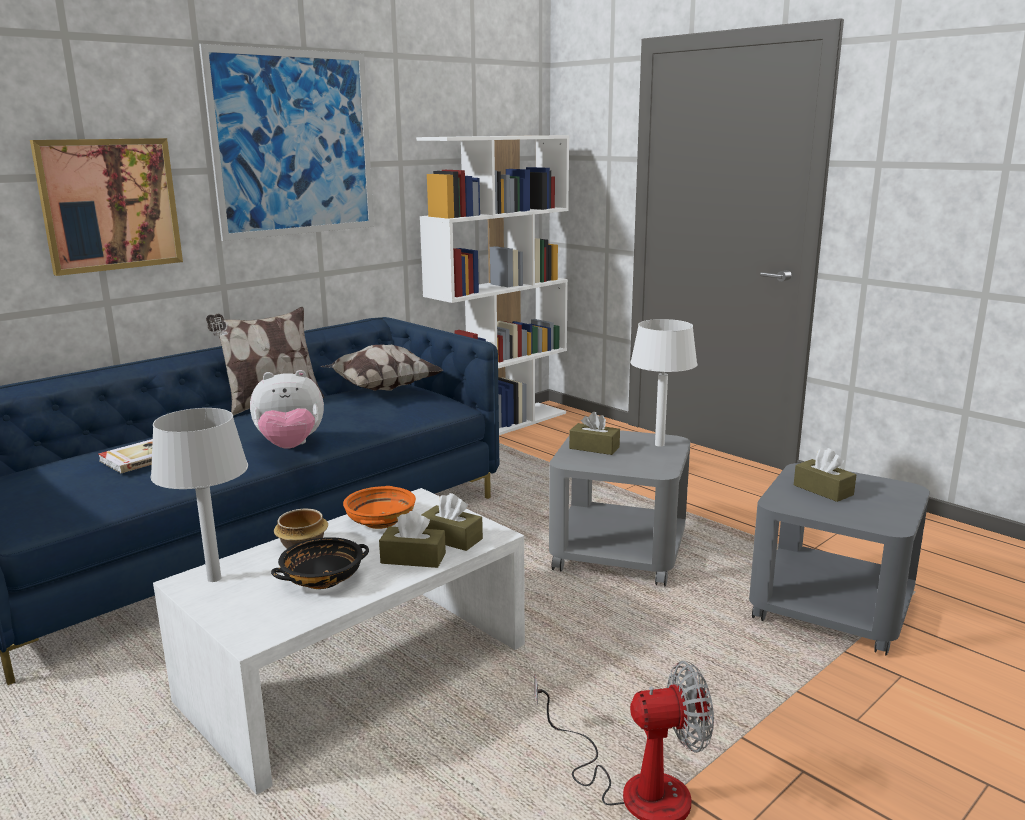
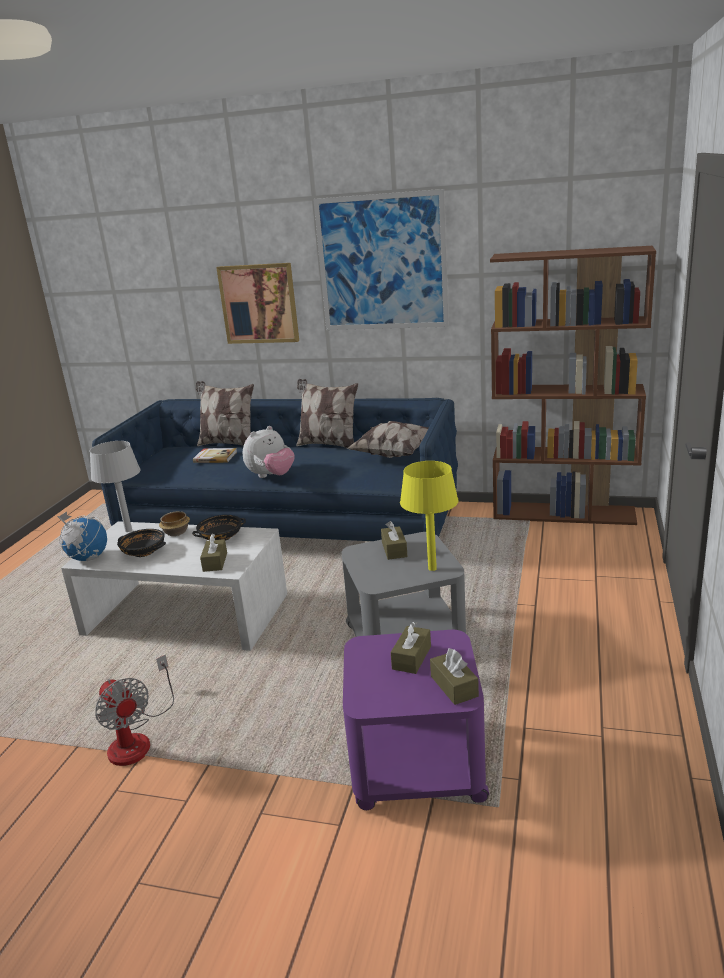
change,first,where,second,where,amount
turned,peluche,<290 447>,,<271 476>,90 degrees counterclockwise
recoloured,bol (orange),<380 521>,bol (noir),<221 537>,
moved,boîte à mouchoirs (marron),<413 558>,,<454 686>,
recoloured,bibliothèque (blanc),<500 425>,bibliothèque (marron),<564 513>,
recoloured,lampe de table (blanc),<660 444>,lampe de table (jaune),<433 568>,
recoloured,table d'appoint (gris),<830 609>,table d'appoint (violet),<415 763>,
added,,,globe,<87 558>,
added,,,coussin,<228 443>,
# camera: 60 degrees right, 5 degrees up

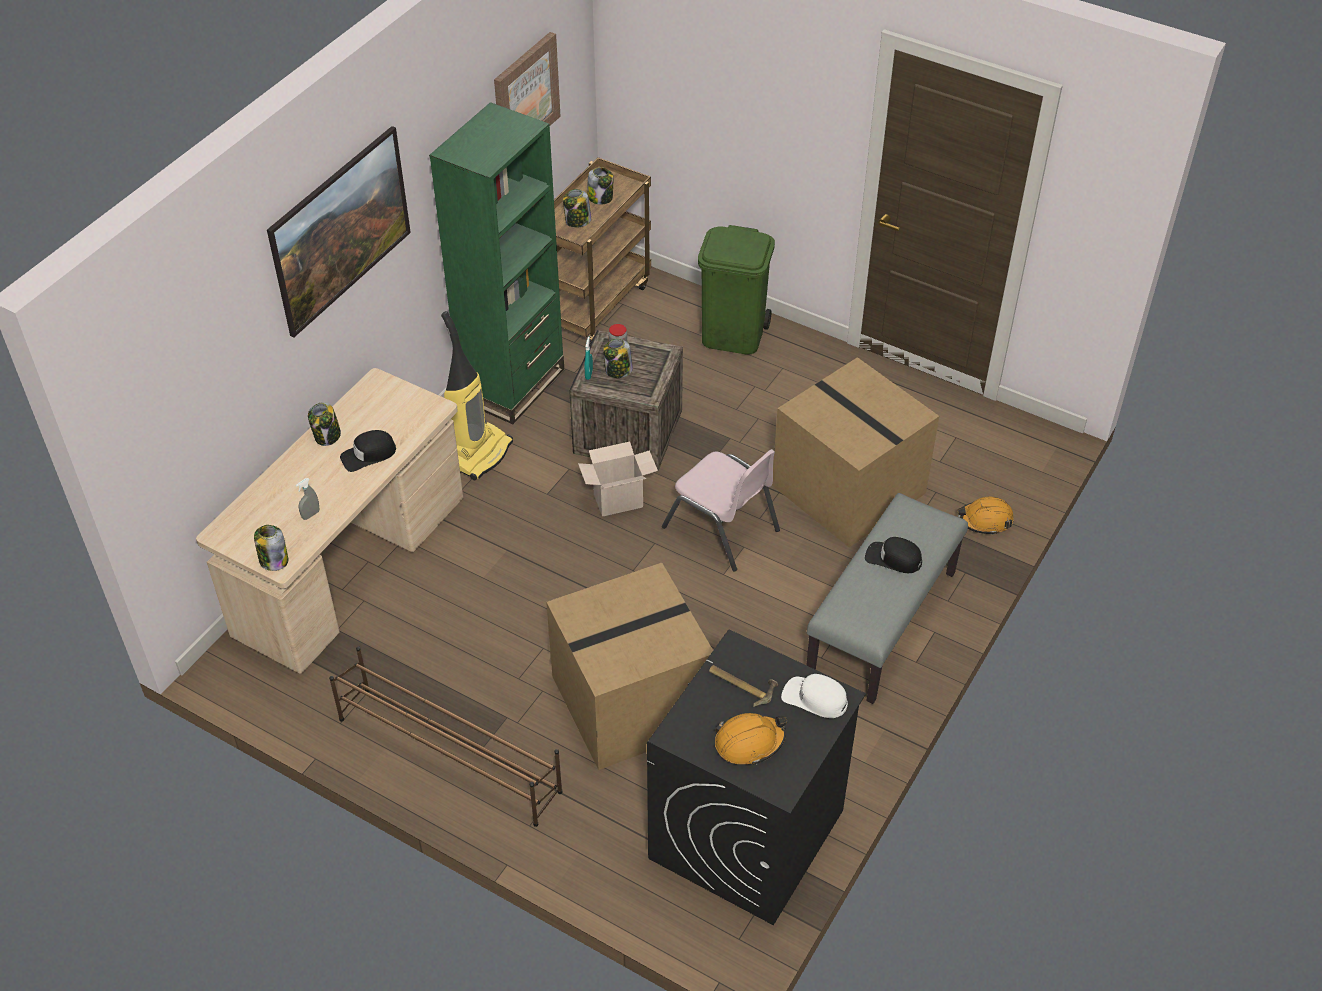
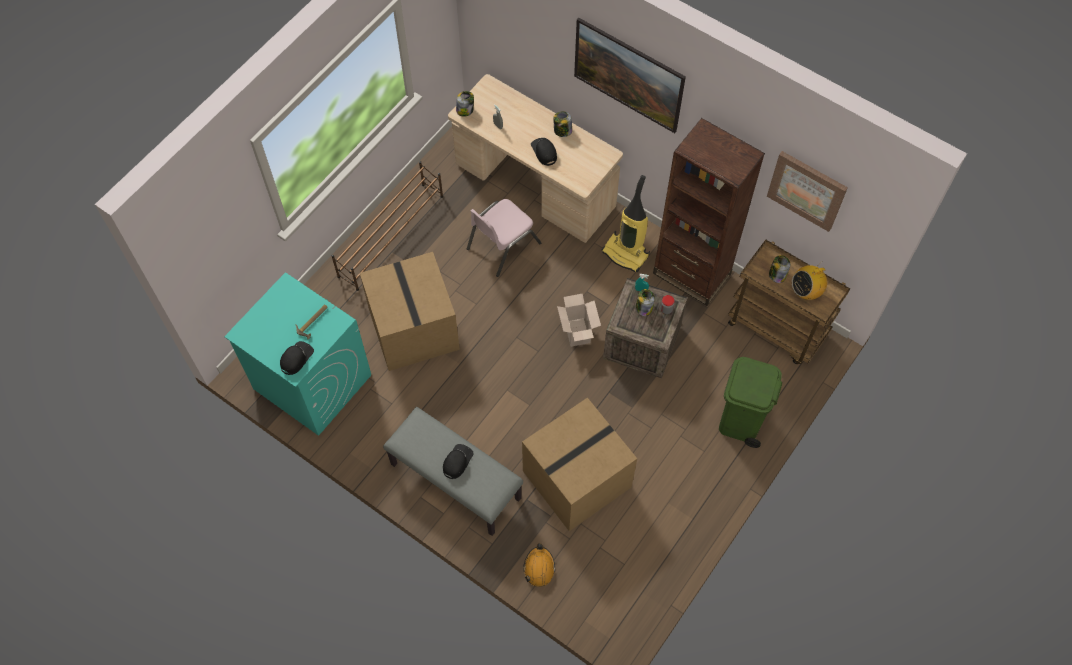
change,first,where,second,where,amount
recoloured,bibliothèque (vert),<513 385>,bibliothèque (marron),<691 274>,
replaced,bocal,<600 198>,radio,<806 291>,
recoloured,lave-linge (noir),<746 835>,lave-linge (turquoise),<311 382>,
moved,chaise (rose),<721 529>,,<502 245>,
removed,casque de chantier (orange),<749 742>,,,
recoloured,casquette (blanc),<814 699>,casquette (noir),<296 358>,
# camera: 95 degrees right, 15 degrees up

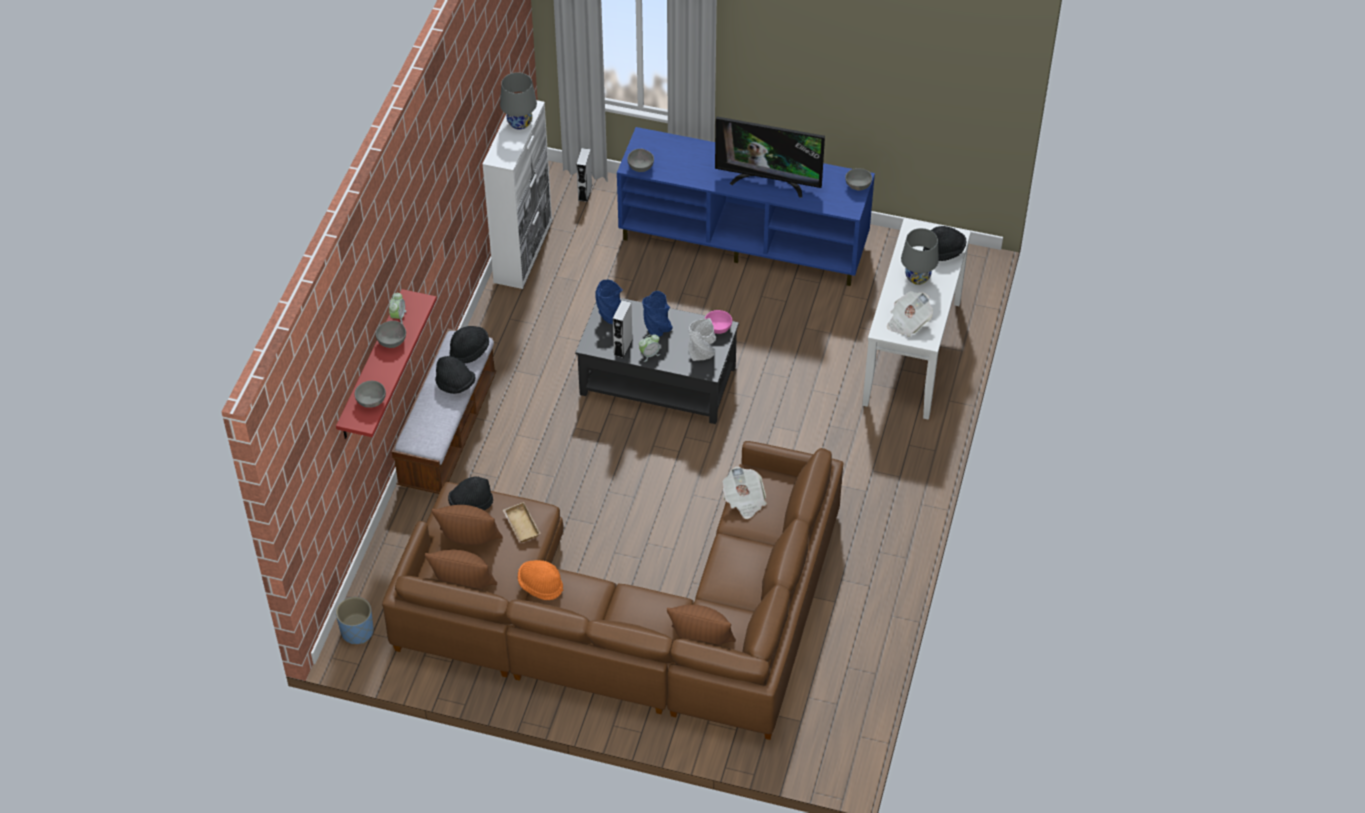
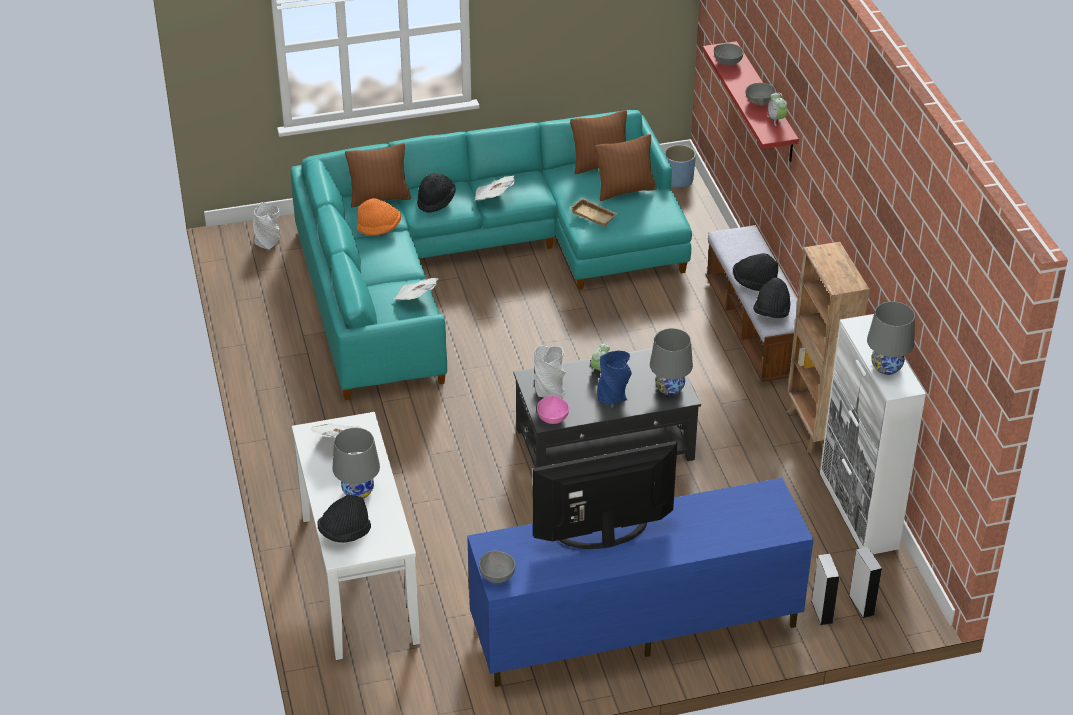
change,first,where,second,where,amount
recoloured,canapé (marron),<629 616>,canapé (turquoise),<473 263>,
moved,chapeau (noir),<471 504>,,<436 201>,
moved,chapeau (orange),<540 585>,,<379 228>,
replaced,vase (bleu),<610 315>,lampe de table (gris),<669 388>,
moved,enceinte (gris),<623 347>,,<822 612>,
removed,bol (gris),<641 166>,,,
added,,,vase (gris),<268 242>,
added,,,journal,<493 197>,
added,,,bibliothèque (marron),<815 429>,
# camera: 150 degrees right, 10 degrees down

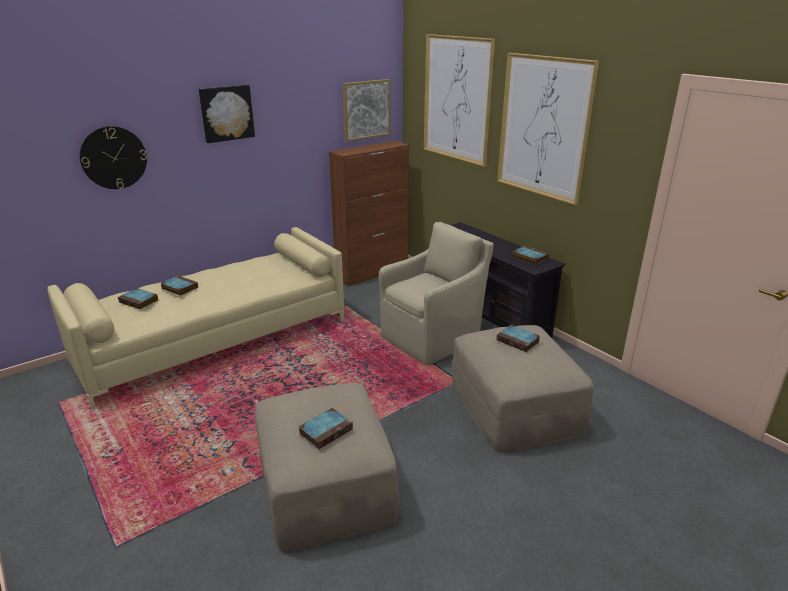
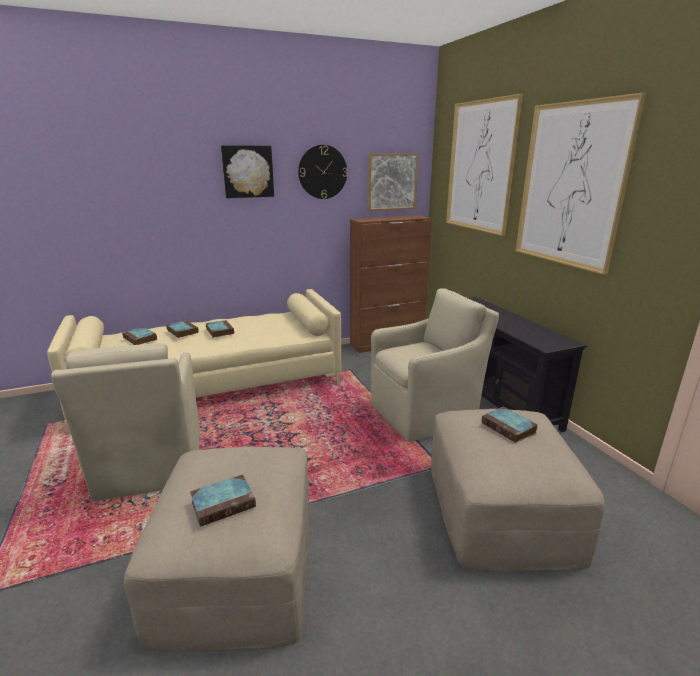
change,first,where,second,where,amount
moved,horloge murale,<113 157>,,<322 172>,
moved,livre,<529 257>,,<219 331>,
added,,,fauteuil (beige),<150 466>,
# camera: 15 degrees right, 5 degrees down

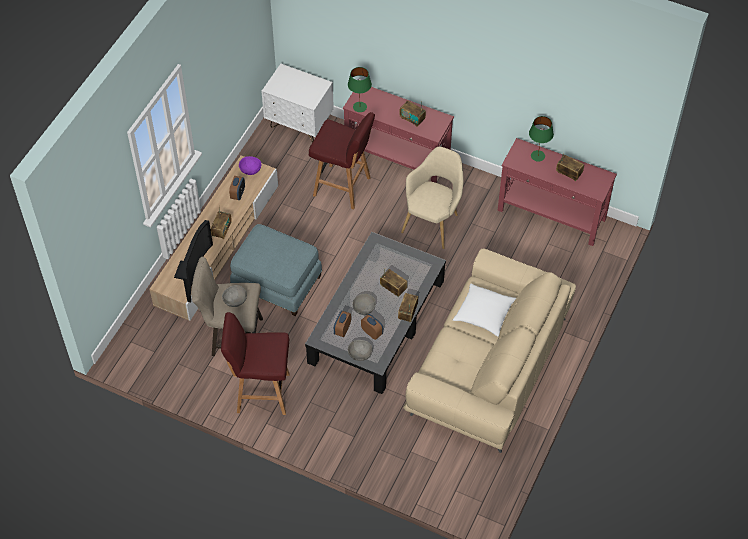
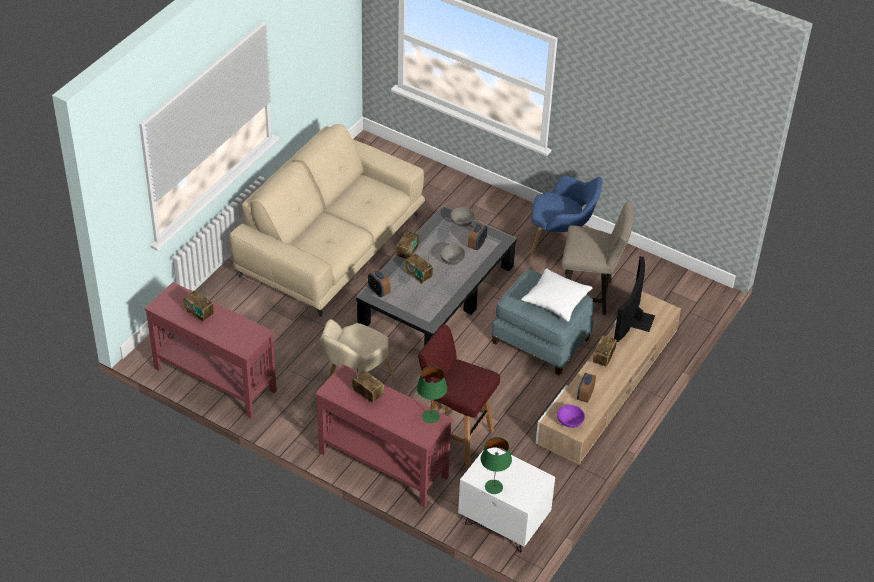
change,first,where,second,where,amount
replaced,tabouret (rouge),<261 392>,fauteuil (bleu),<560 246>,
removed,bol (gris),<235 301>,,,
moved,réveil,<372 332>,,<379 291>,
moved,coussin (blanc),<483 314>,,<556 301>,
moved,lampe de table (vert),<538 156>,,<493 486>,
# camera: 175 degrees left, 10 degrees down

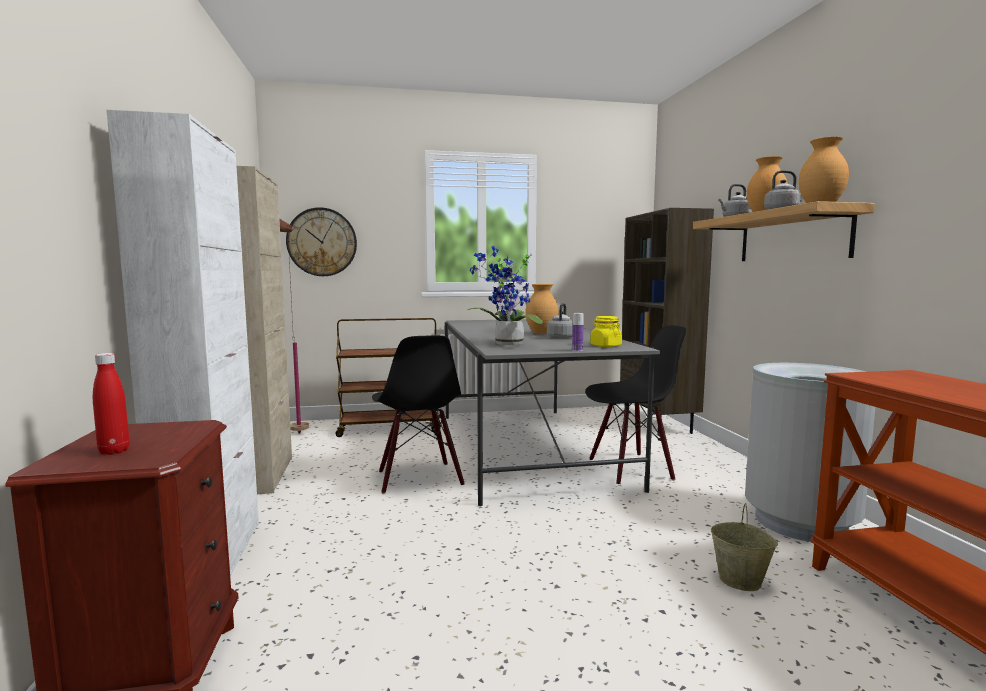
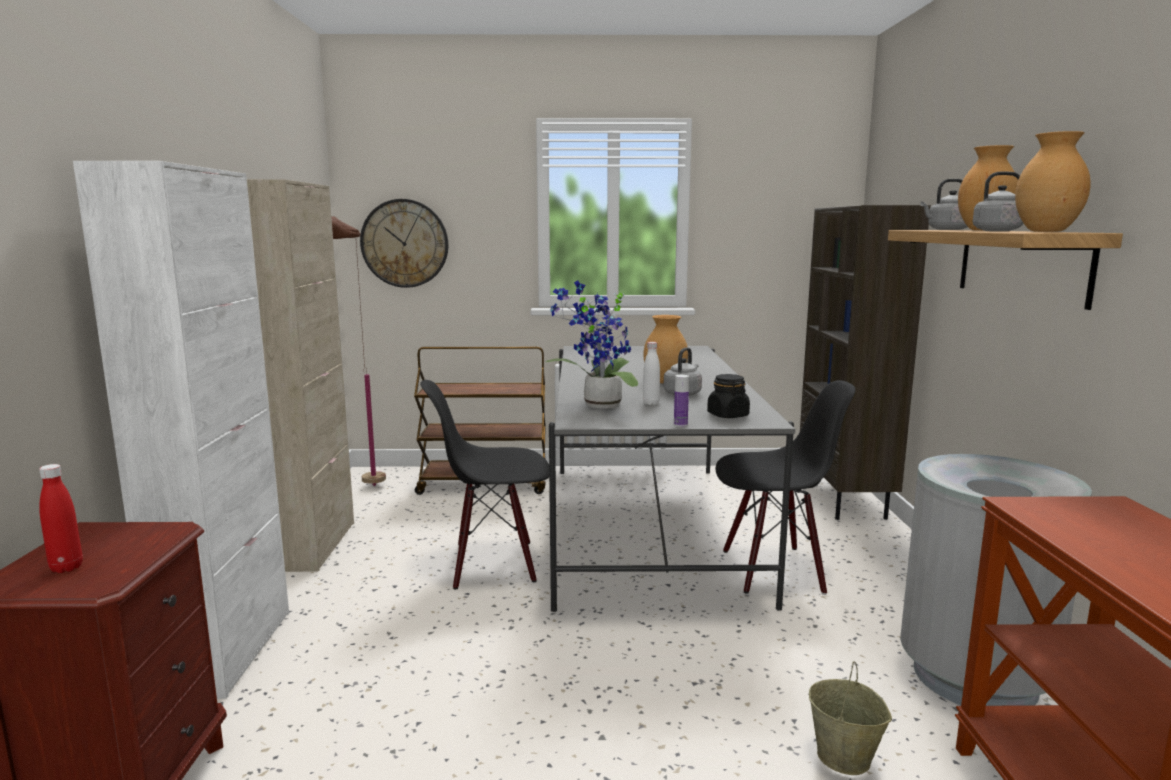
change,first,where,second,where,amount
turned,chaise (noir),<418 478>,,<493 563>,90 degrees clockwise
recoloured,bocal (jaune),<605 346>,bocal (noir),<727 415>,
added,,,bouteille (blanc),<651 403>,
# camera: 10 degrees right, 5 degrees up

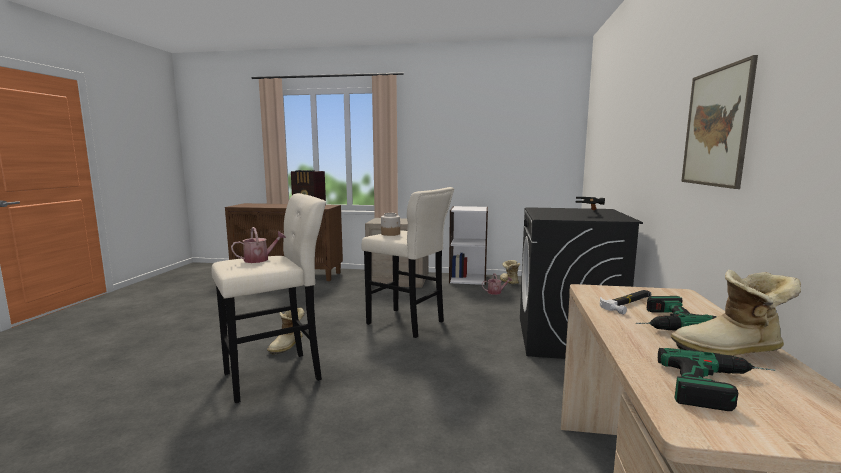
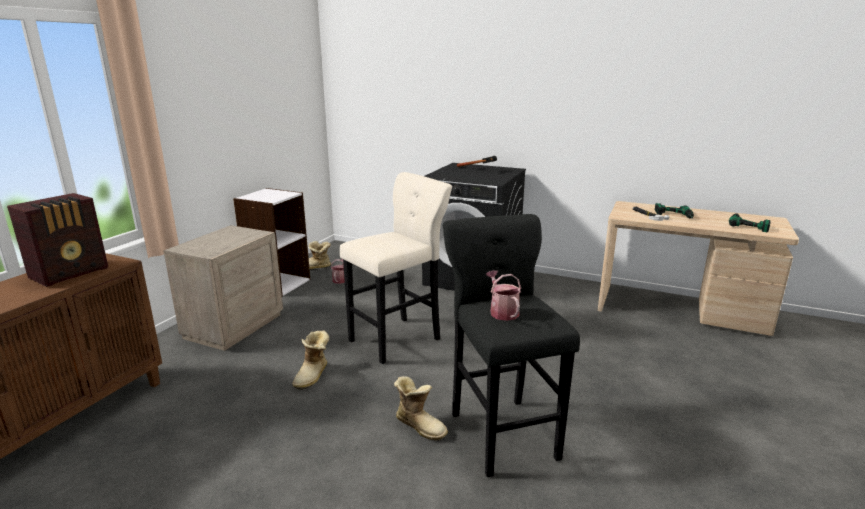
change,first,where,second,where,amount
recoloured,tabouret (beige),<278 375>,tabouret (noir),<501 431>,
removed,bocal,<391 234>,,,
moved,botte,<731 351>,,<313 376>,
removed,tableau,<715 127>,,,
# camera: 75 degrees left, 10 degrees up

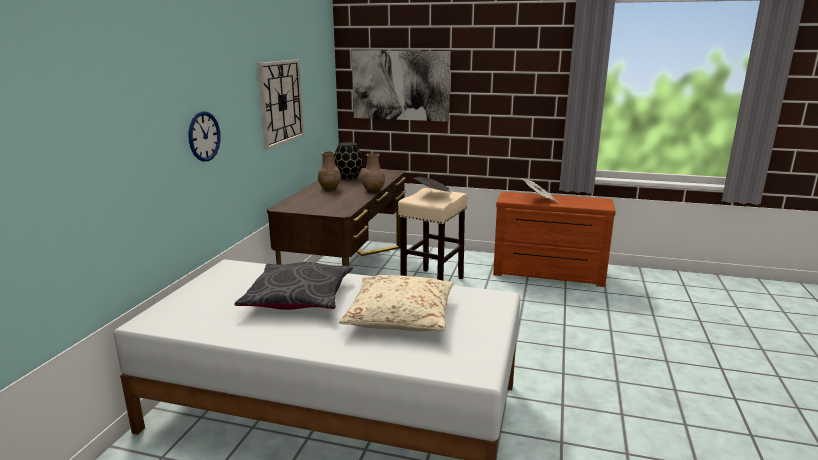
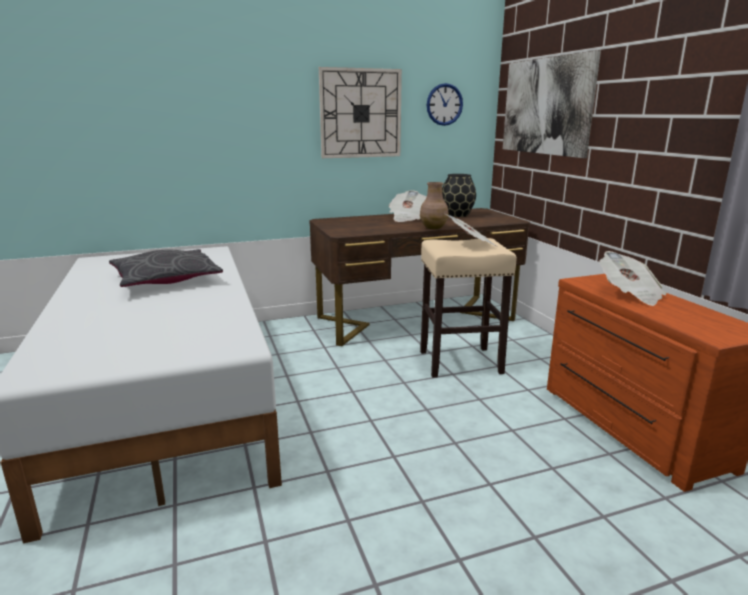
change,first,where,second,where,amount
moved,horloge murale,<204 136>,,<444 104>,
replaced,vase (marron),<330 188>,journal,<407 218>,
removed,coussin (beige),<400 316>,,,
# camera: 55 degrees right, 0 degrees up

